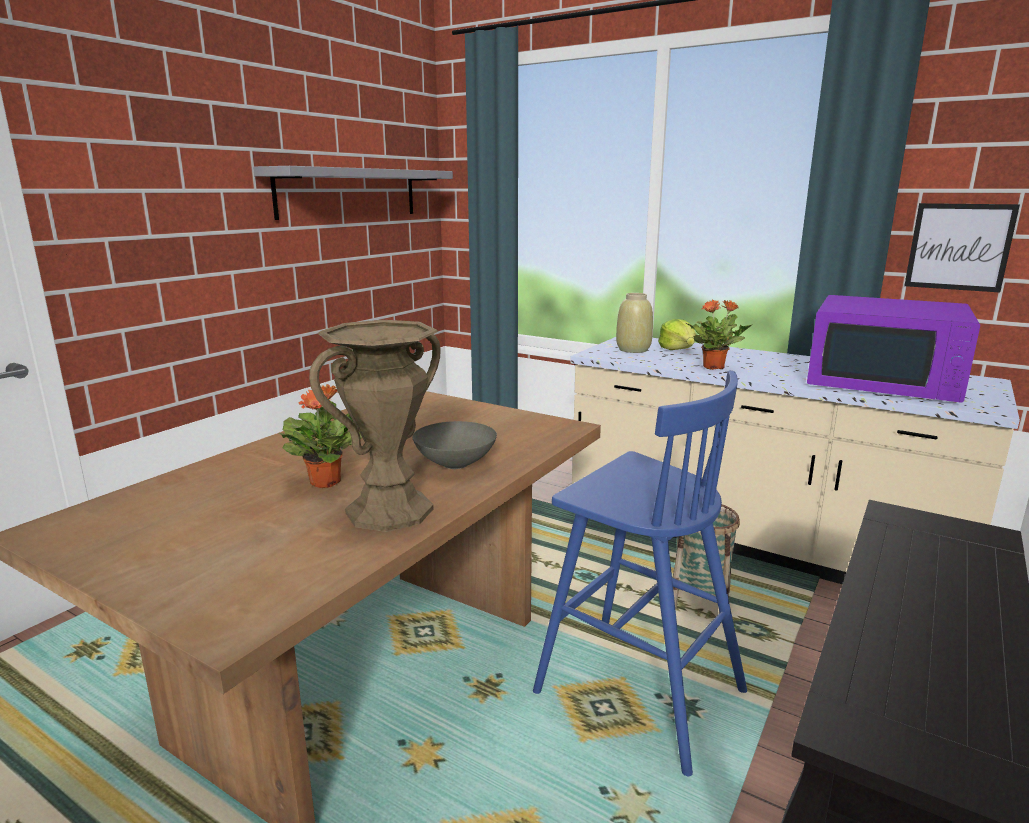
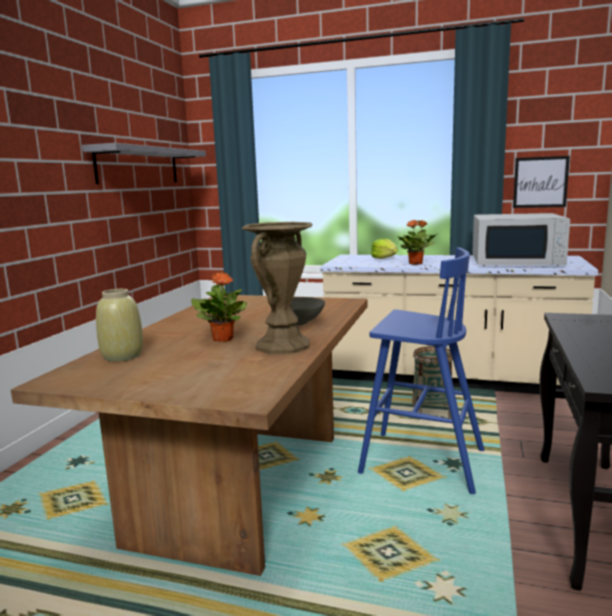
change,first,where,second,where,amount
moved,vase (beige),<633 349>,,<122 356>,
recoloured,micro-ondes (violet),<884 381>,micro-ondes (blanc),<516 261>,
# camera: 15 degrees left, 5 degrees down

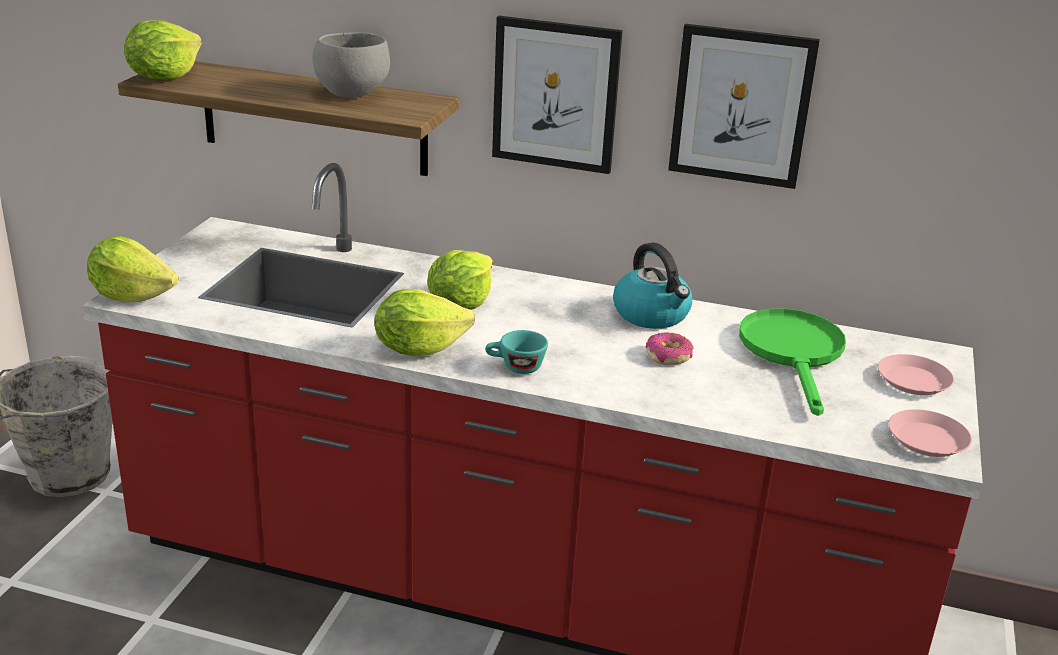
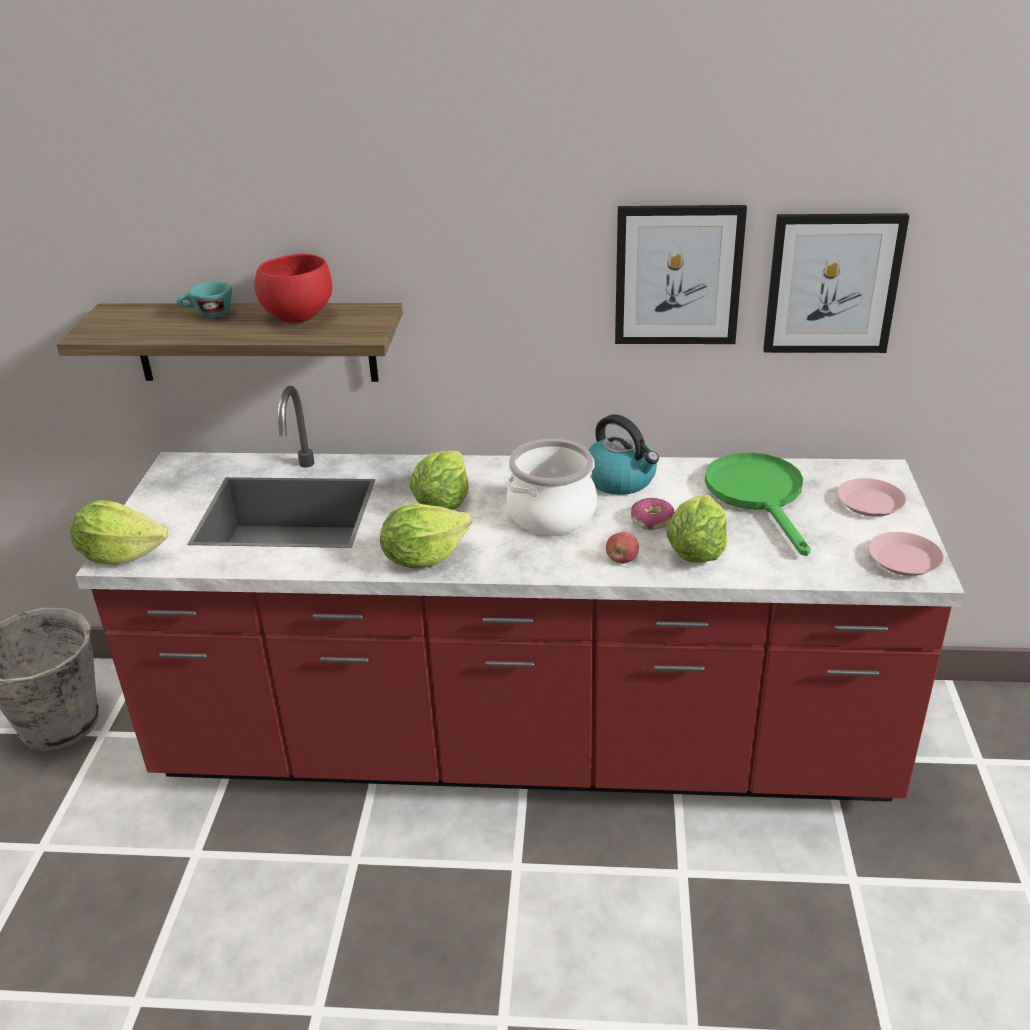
change,first,where,second,where,amount
moved,laitue,<164 77>,,<696 551>,
recoloured,bol (gris),<350 93>,bol (rouge),<296 317>,
moved,tasse (turquoise),<515 367>,,<208 315>,
moved,tableau,<555 94>,,<832 284>,
added,,,marmite,<551 514>,
added,,,pomme,<622 560>,
# camera: 10 degrees left, 5 degrees up

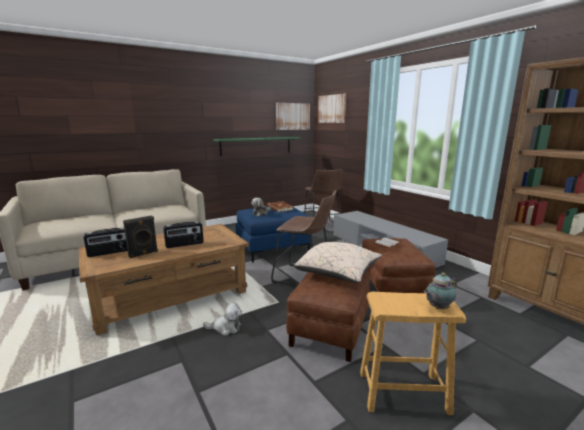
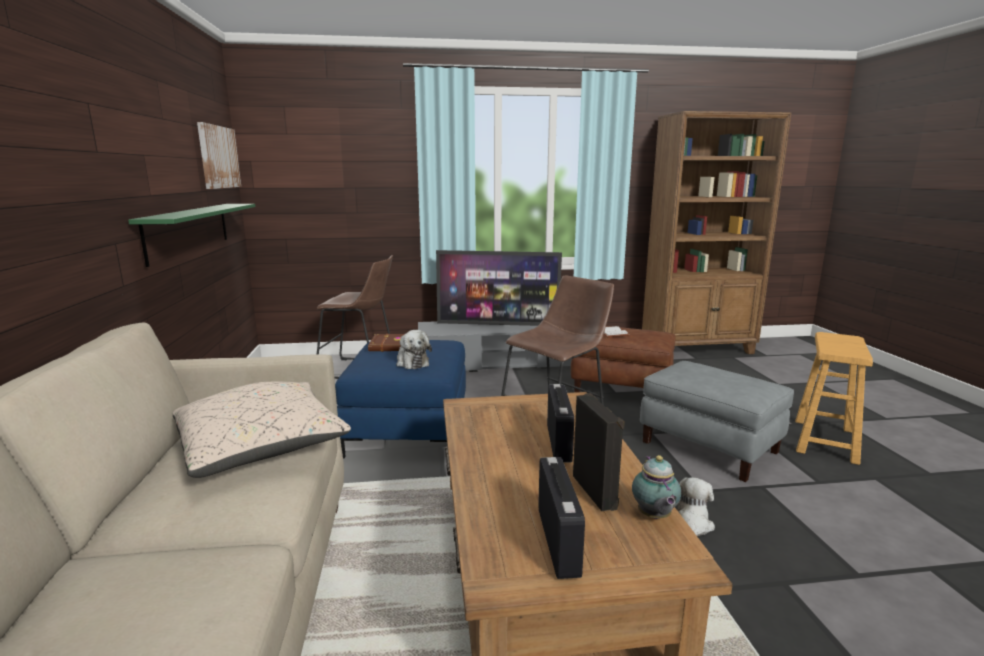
change,first,where,second,where,amount
recoloured,pouf (marron),<330 330>,pouf (gris),<710 447>,
moved,coussin (beige),<338 273>,,<262 447>,
removed,tableau,<332 109>,,,
moved,théière,<437 308>,,<654 516>,
added,,,téléviseur,<498 324>,
# camera: 65 degrees left, 0 degrees up

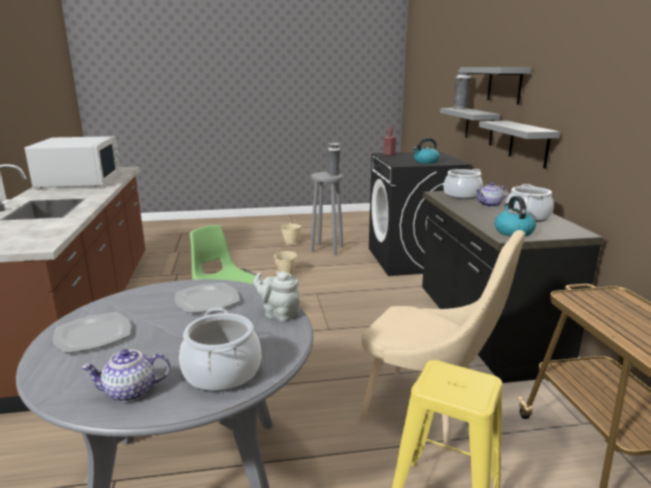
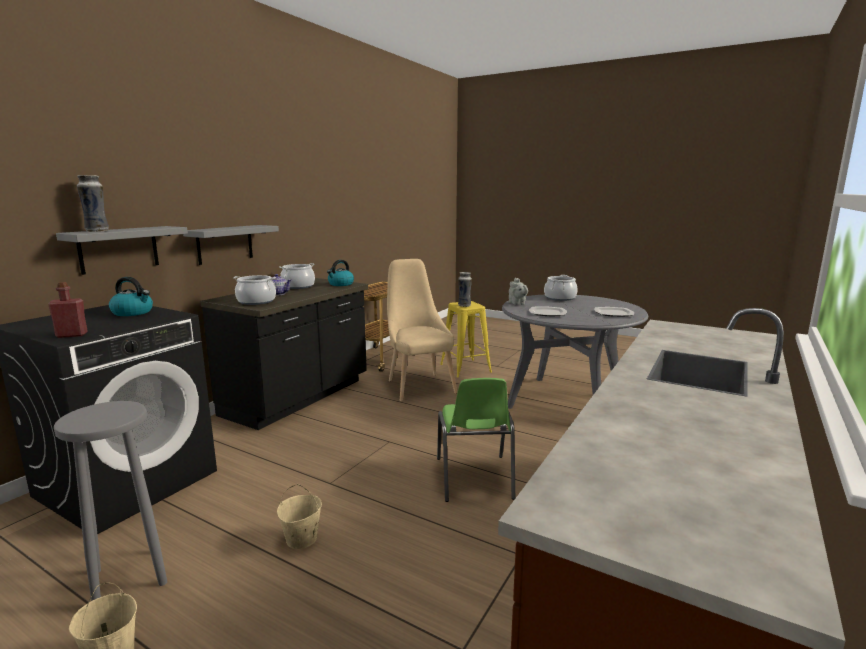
change,first,where,second,where,amount
removed,micro-ondes (blanc),<80 180>,,,
removed,théière,<131 392>,,,
moved,vase,<333 175>,,<464 305>,
removed,étagère (gris),<504 84>,,,
# camera: 140 degrees left, 5 degrees down

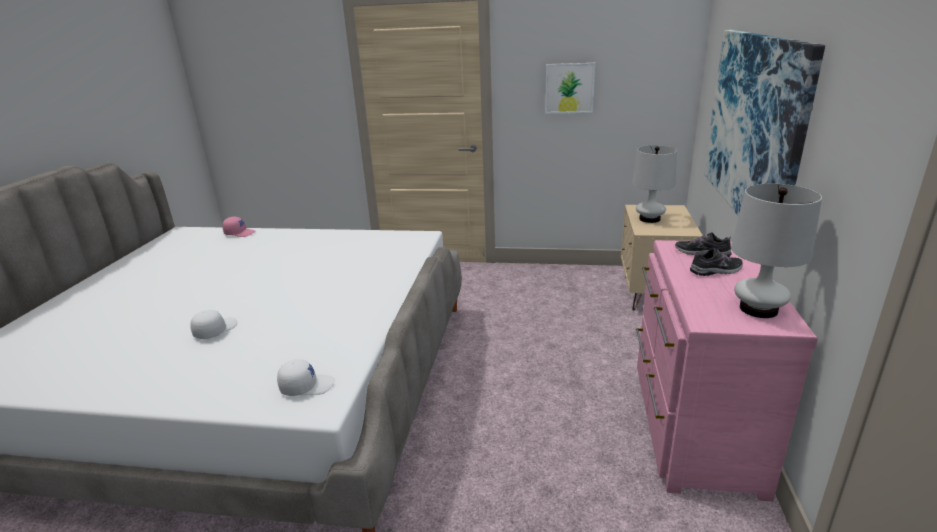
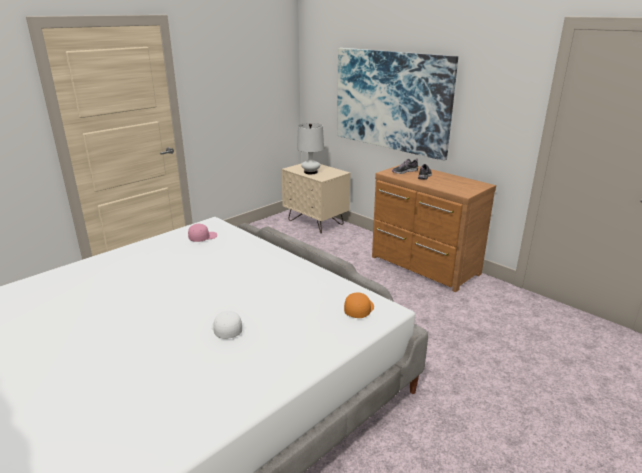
change,first,where,second,where,amount
moved,casquette (rose),<240 233>,,<202 238>,
recoloured,casquette (blanc),<307 386>,casquette (orange),<359 310>,
removed,tableau,<569 88>,,,
recoloured,commode (rose),<691 427>,commode (marron),<424 266>,
removed,lampe de table (blanc),<758 309>,,,
# camera: 55 degrees left, 0 degrees up

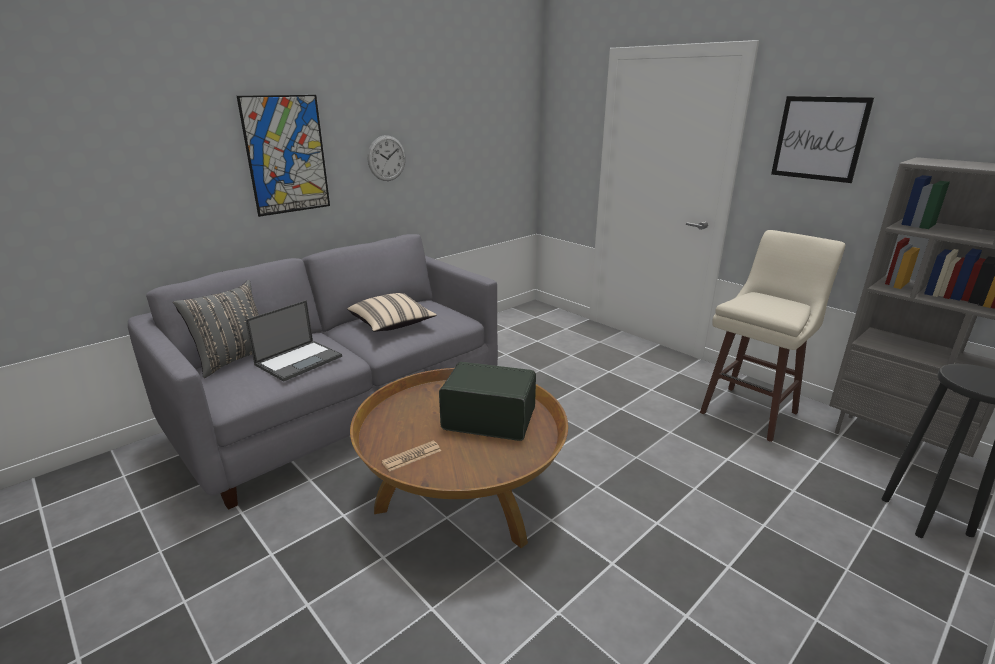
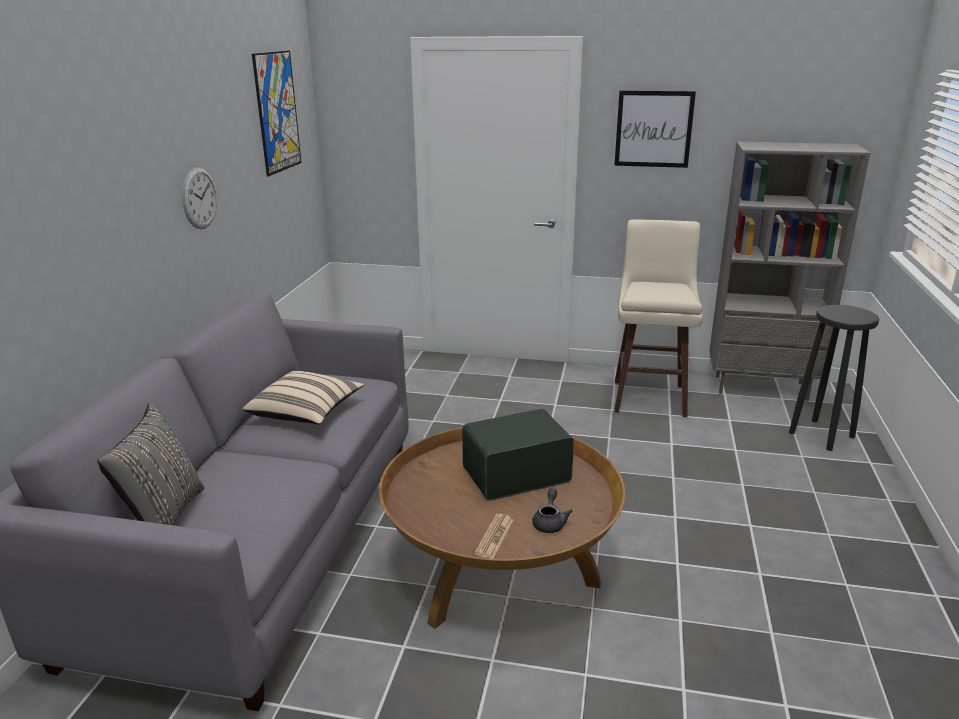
change,first,where,second,where,amount
moved,tableau,<286 155>,,<277 112>,
removed,ordinateur portable,<299 360>,,,
added,,,théière (gris),<550 522>,
# camera: 35 degrees left, 0 degrees up

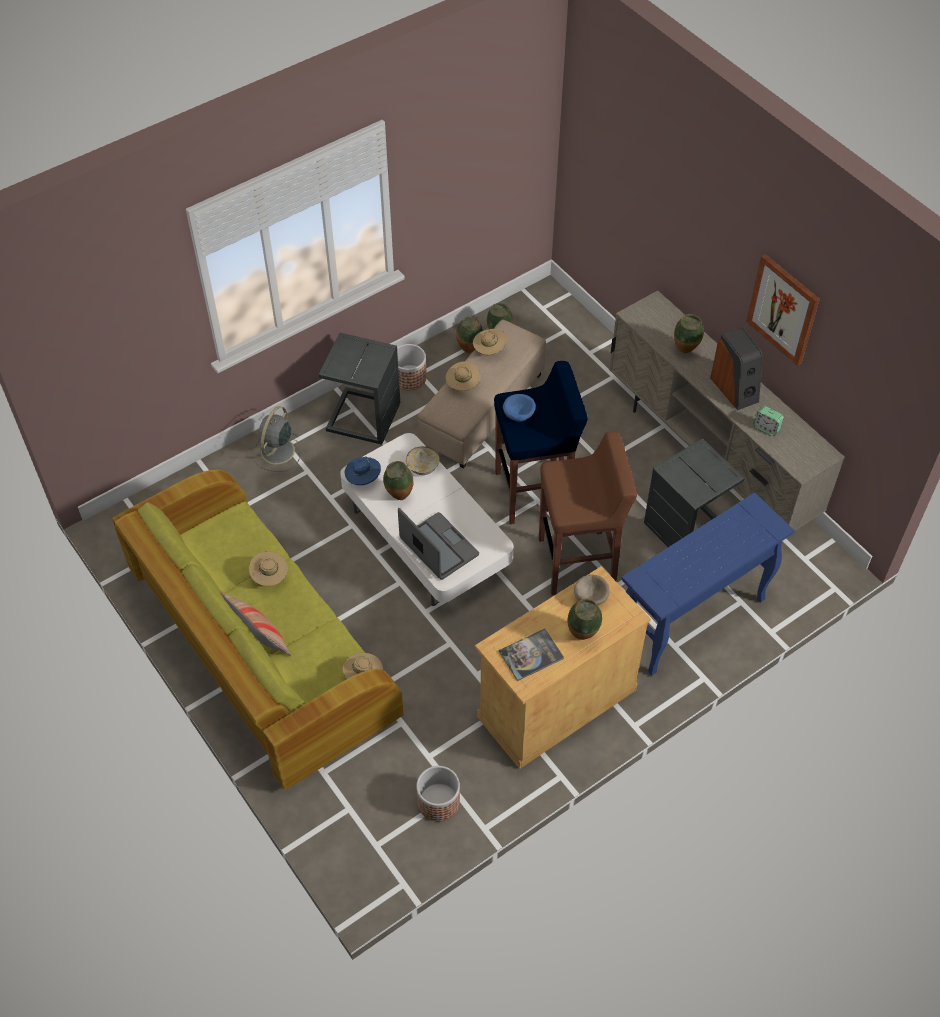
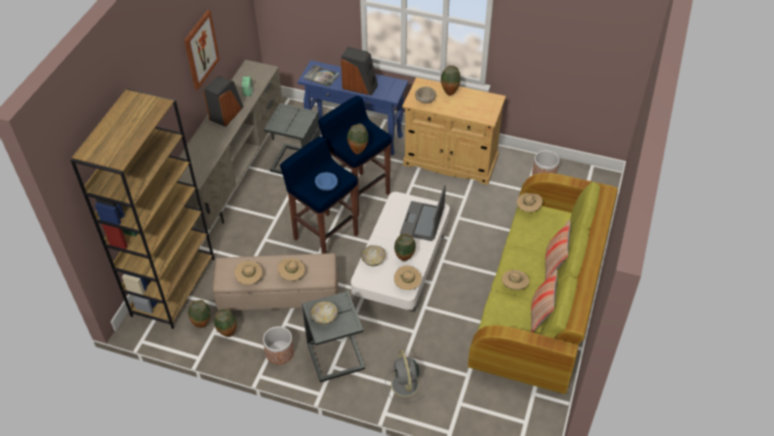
change,first,where,second,where,amount
turned,ventilateur (gris),<277 452>,,<405 385>,90 degrees clockwise
recoloured,chapeau (bleu),<363 479>,chapeau (beige),<407 284>,
moved,livre,<531 655>,,<321 76>,
recoloured,tabouret (marron),<578 562>,tabouret (bleu),<358 194>,
moved,vase,<685 351>,,<358 151>,
added,,,bibliothèque (marron),<173 286>,
added,,,bol,<324 318>,
added,,,enceinte,<360 86>,
added,,,coussin,<540 314>,
# camera: 125 degrees left, 5 degrees down

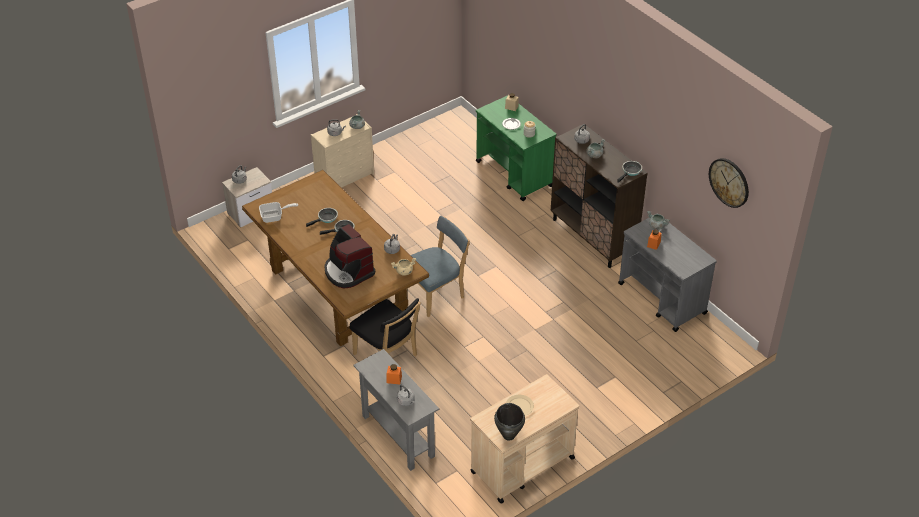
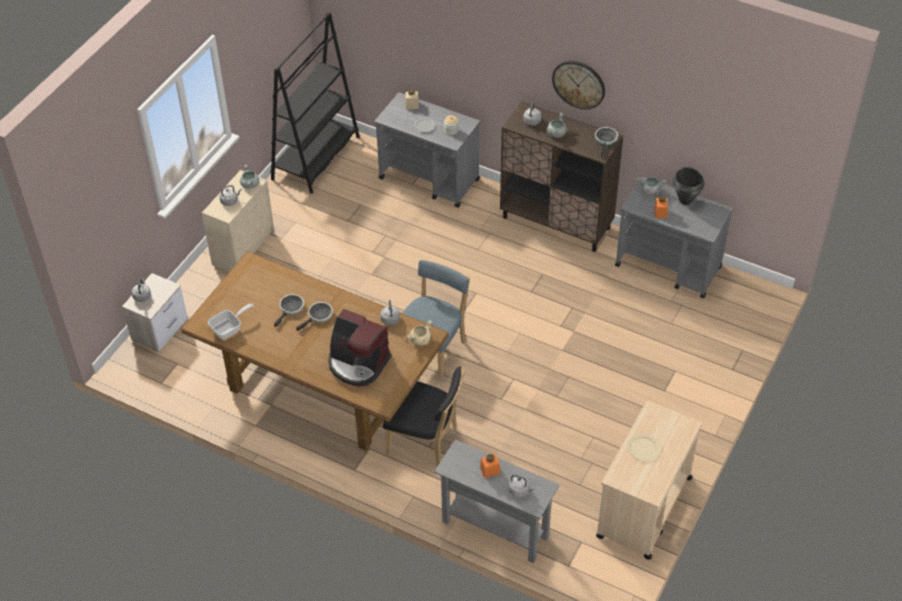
change,first,where,second,where,amount
recoloured,chariot (vert),<514 174>,chariot (gris),<429 179>,
moved,marmite (noir),<509 435>,,<685 200>,
moved,horloge murale,<729 182>,,<579 84>,
added,,,bibliothèque (noir),<316 158>,
# camera: 25 degrees left, 5 degrees up

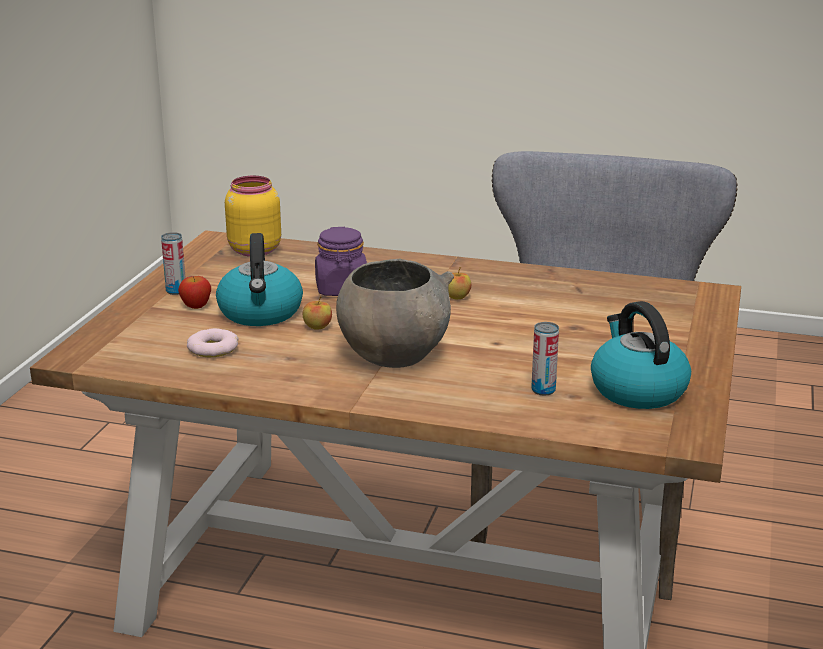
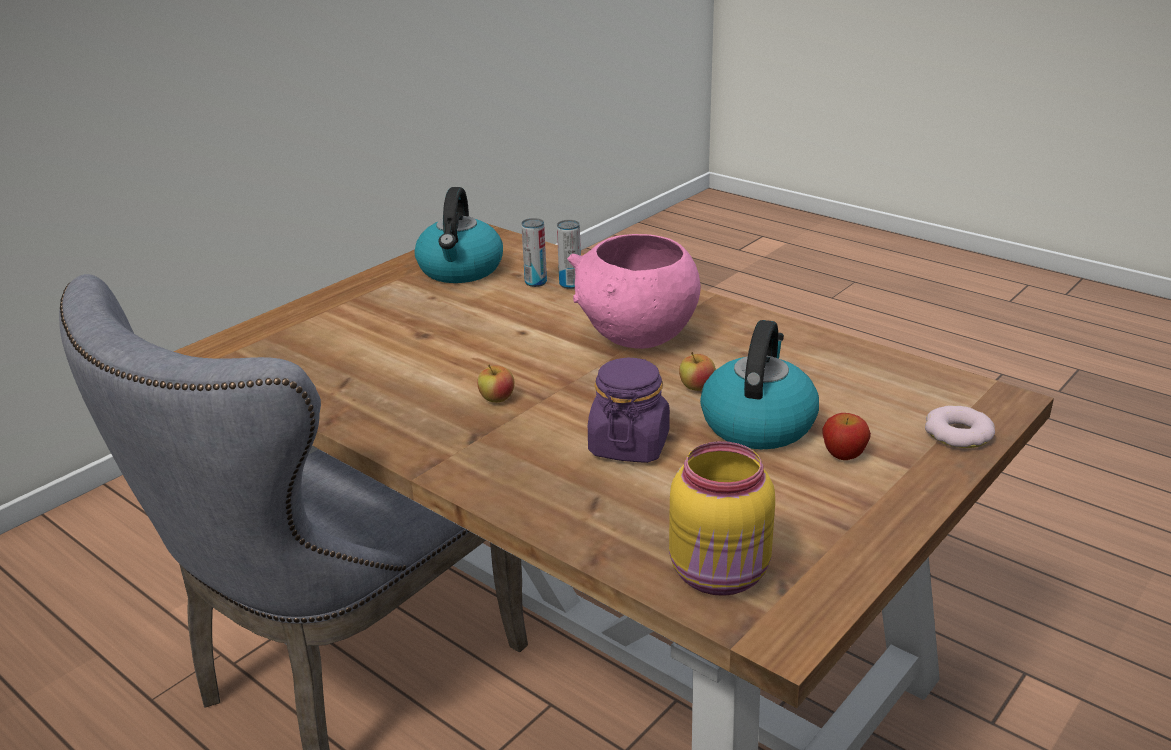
change,first,where,second,where,amount
moved,boîte métallique,<176 291>,,<570 284>,
moved,beignet,<213 348>,,<958 434>,
recoloured,bol (gris),<393 355>,bol (rose),<637 337>,
# camera: 155 degrees left, 5 degrees up

